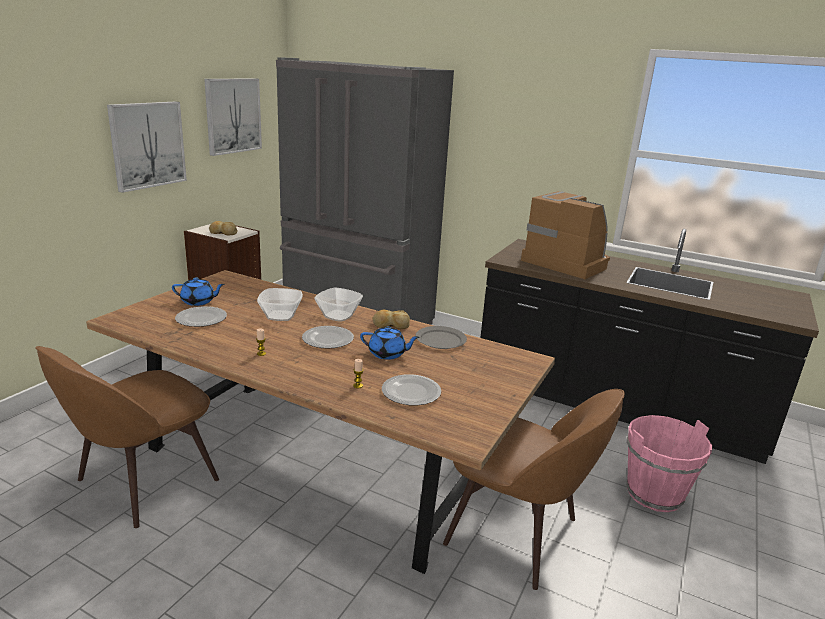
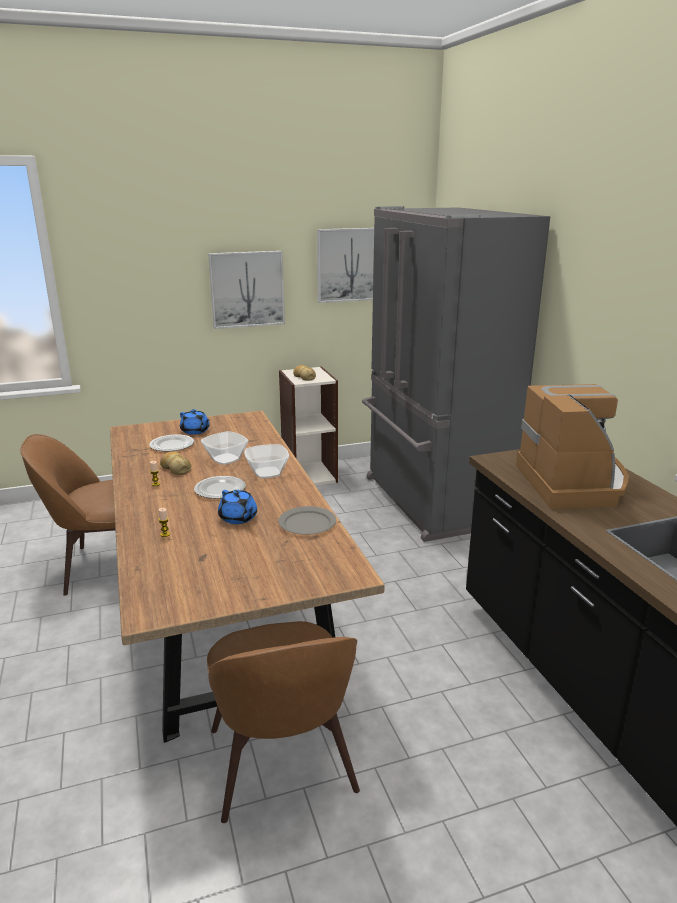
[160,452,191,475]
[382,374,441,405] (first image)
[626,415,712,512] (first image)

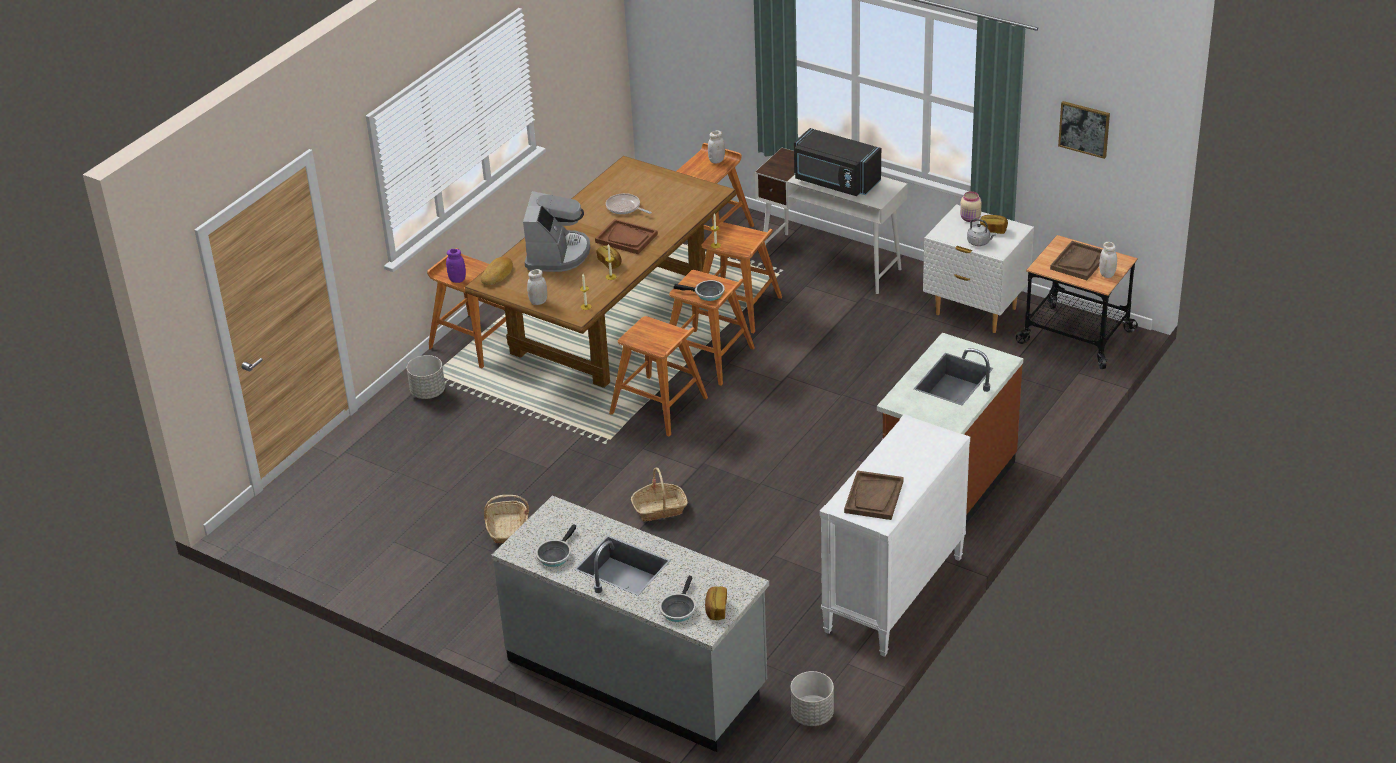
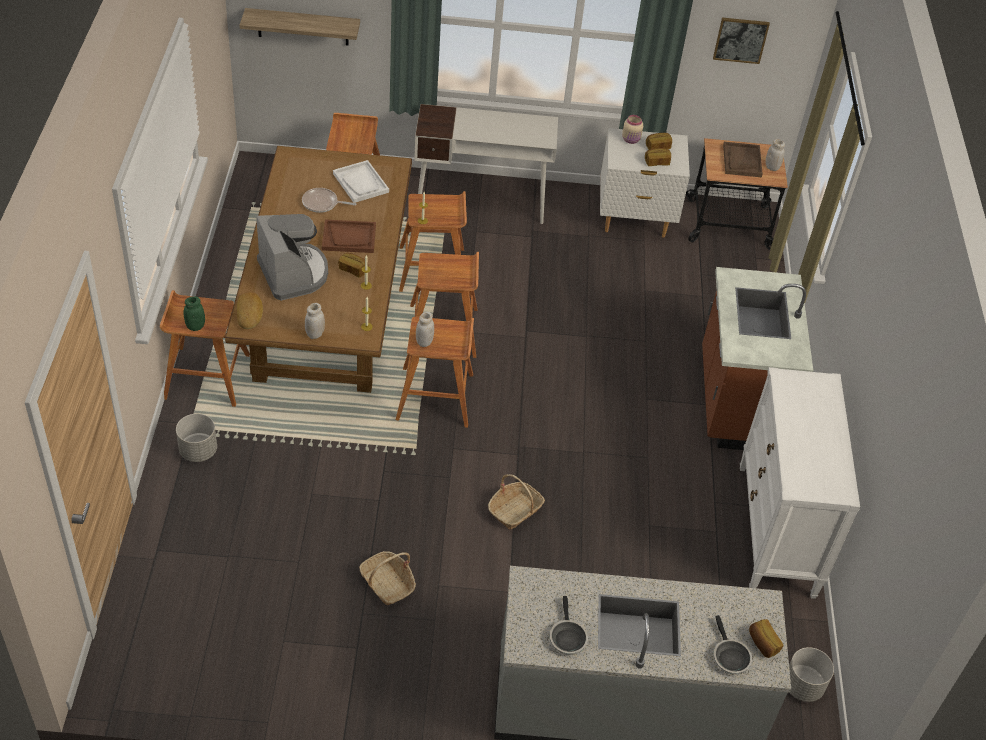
[794,128,881,196] (first image)
[416,312,434,347]
[645,148,671,166]
[184,296,205,331]
[674,280,725,301] (first image)
[844,470,904,520] (first image)
[239,8,360,46]
[333,160,389,203]

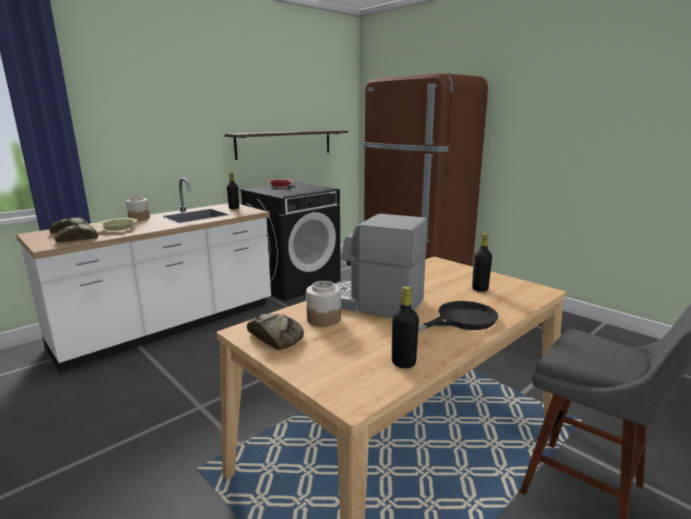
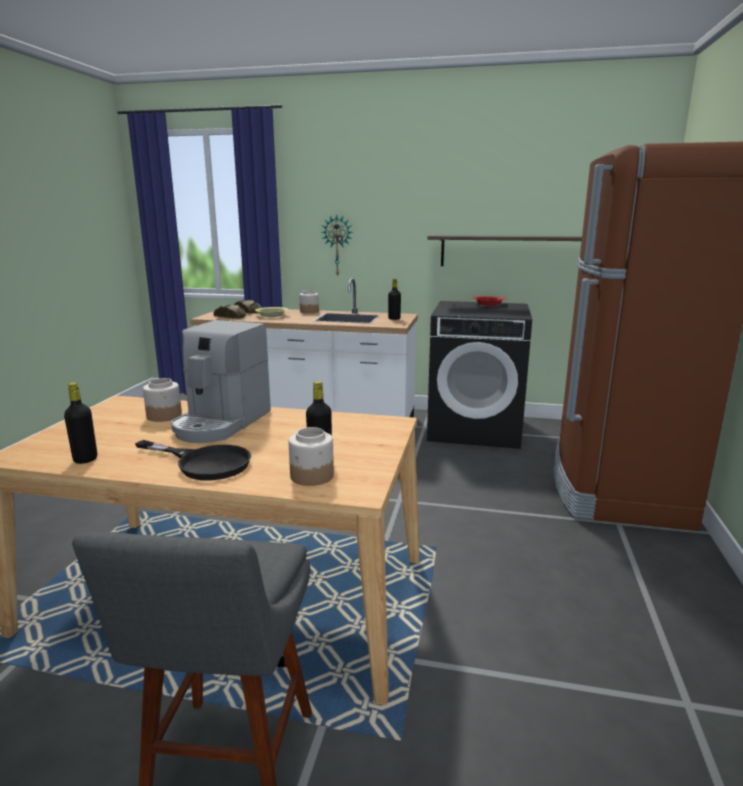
[171,320,271,443]
[247,314,304,350] (first image)
[322,214,353,277]
[289,427,334,486]

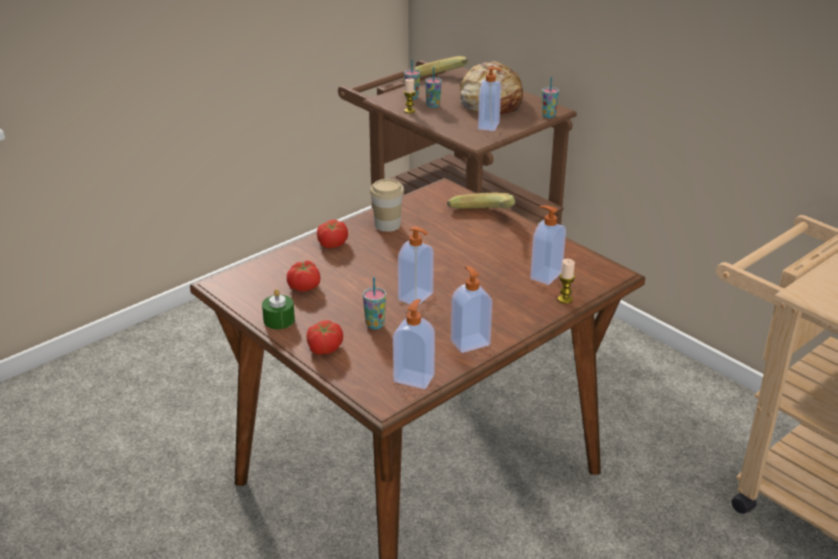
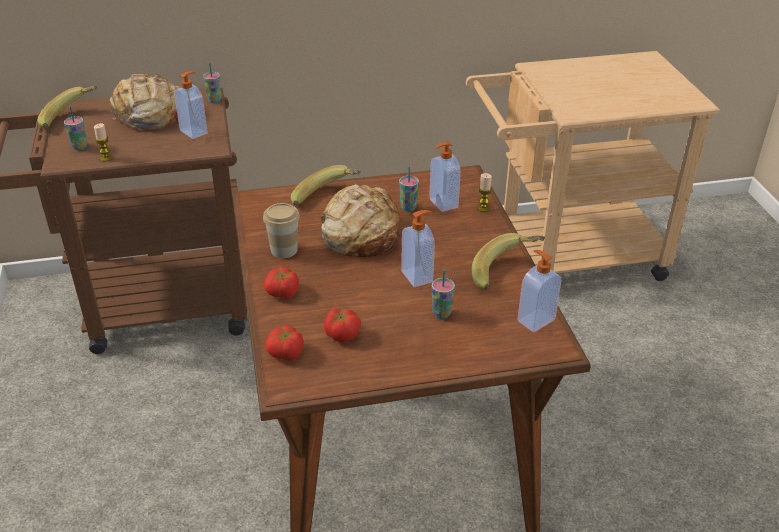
[399,167,419,211]
[472,233,545,290]
[262,289,295,329] (first image)
[265,325,304,361]
[321,184,400,257]

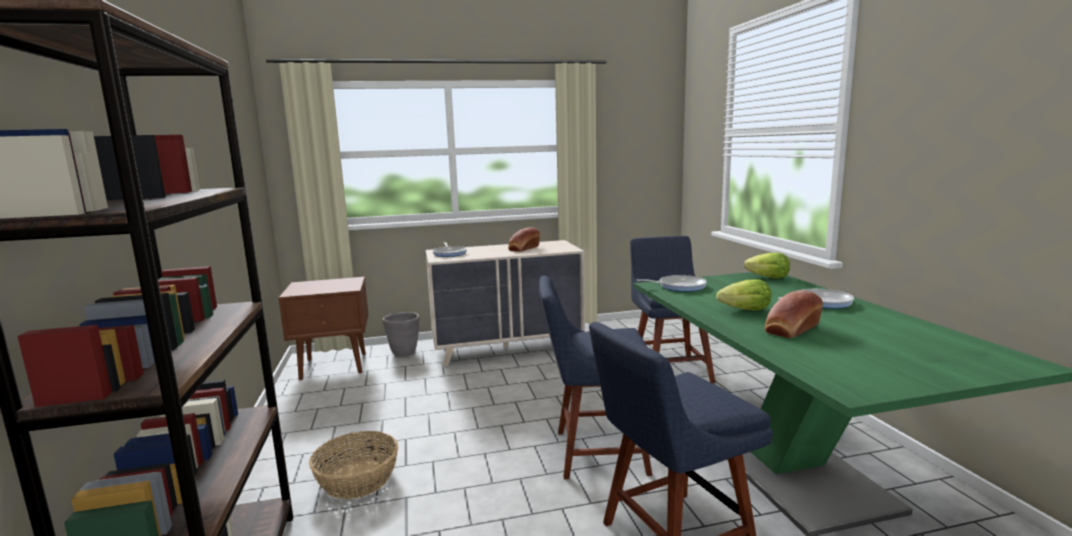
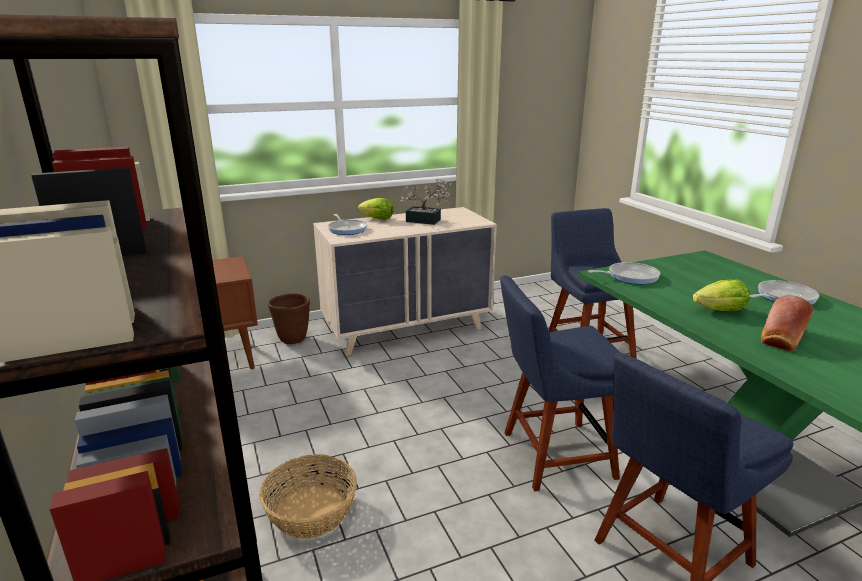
[399,179,451,225]
[358,198,393,220]
[268,293,310,344]

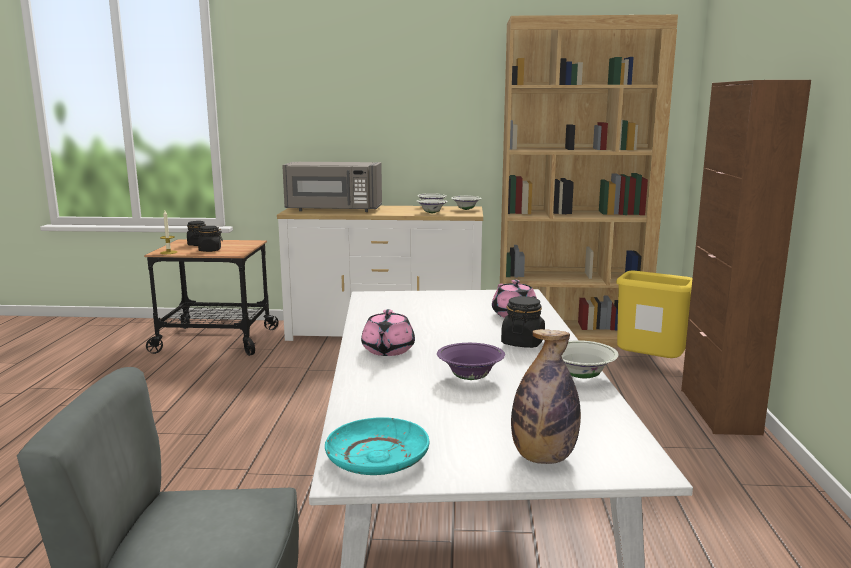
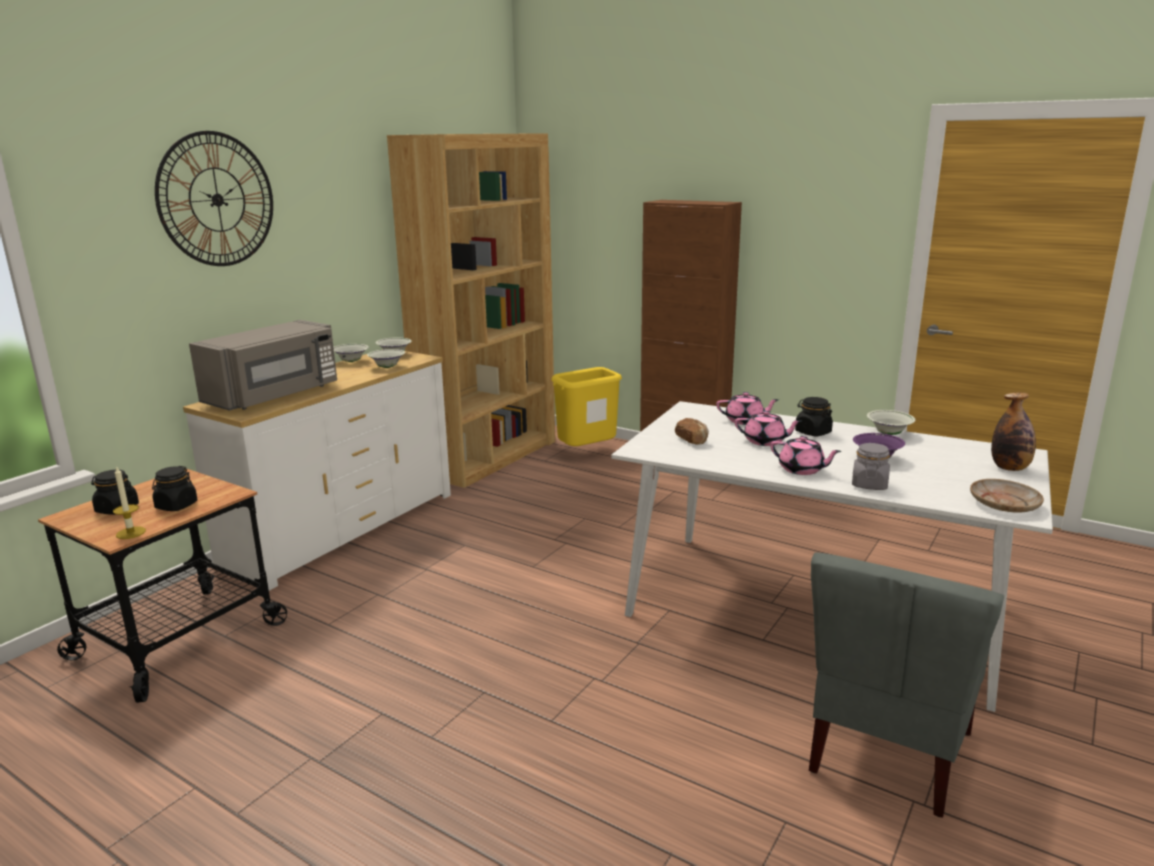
[970,479,1044,513]
[155,131,273,266]
[735,411,802,446]
[675,418,709,445]
[852,443,890,490]

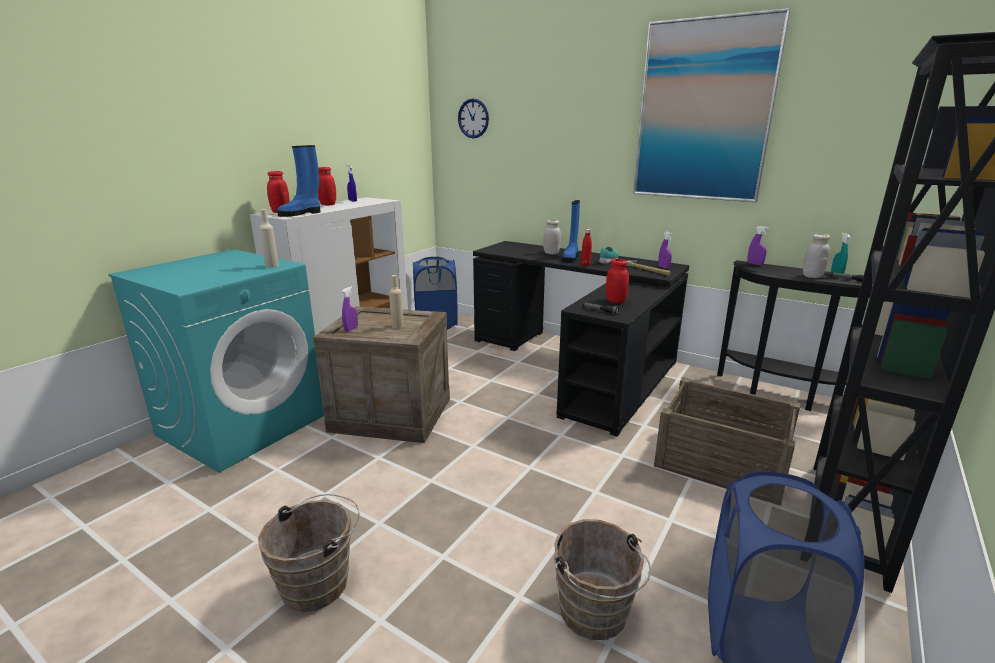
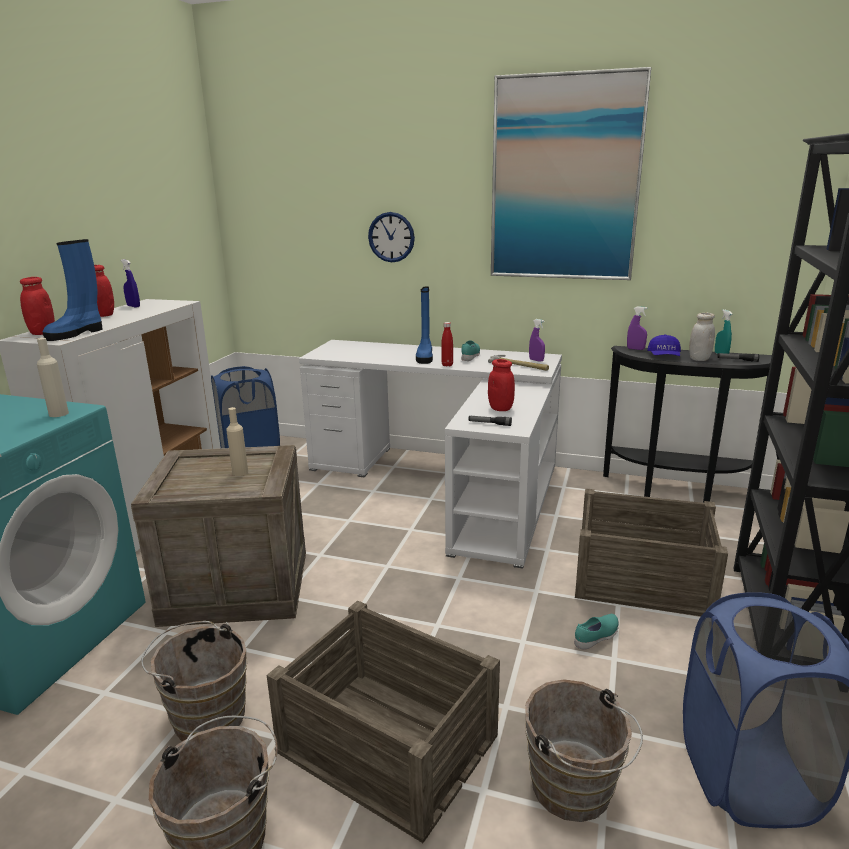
[368,212,415,262]
[543,220,561,254] (first image)
[299,340,562,569]
[342,286,358,332] (first image)
[647,334,681,356]
[267,600,500,843]
[574,614,619,649]
[141,621,247,741]

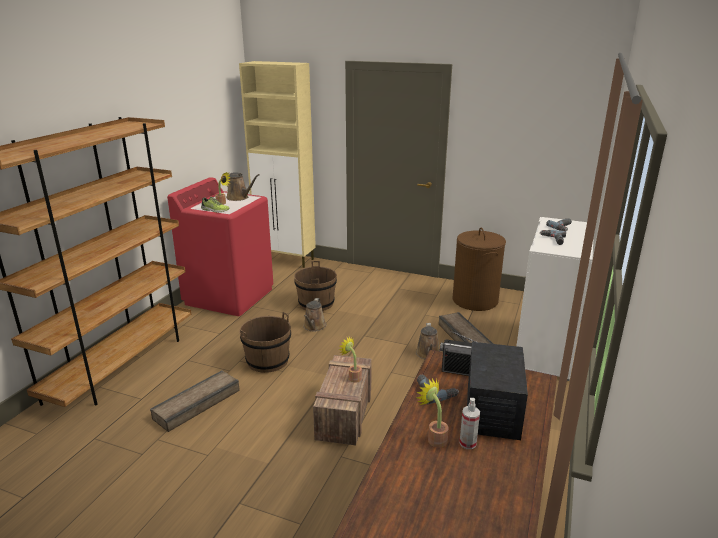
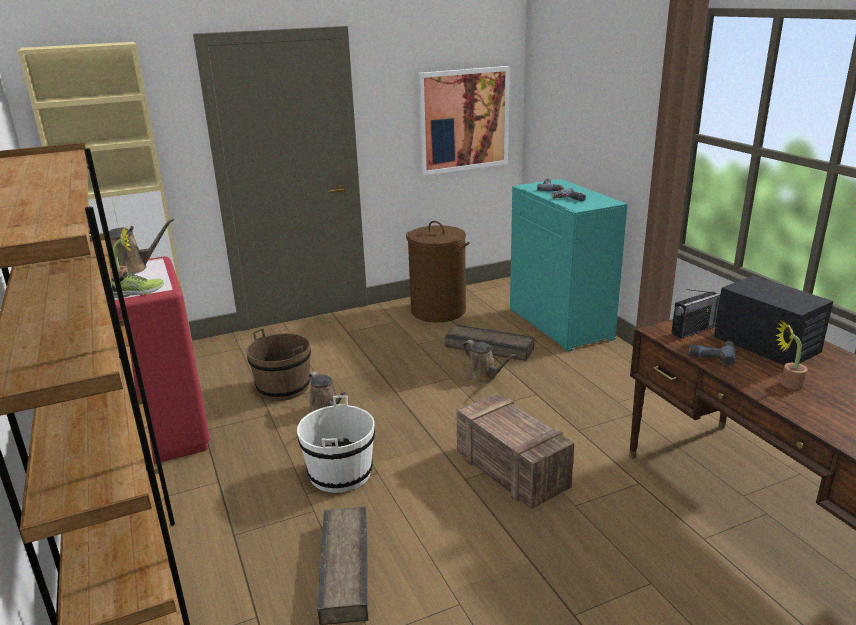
[510,179,628,352]
[297,396,375,493]
[339,337,362,383] (first image)
[459,398,480,449] (first image)
[418,66,510,176]

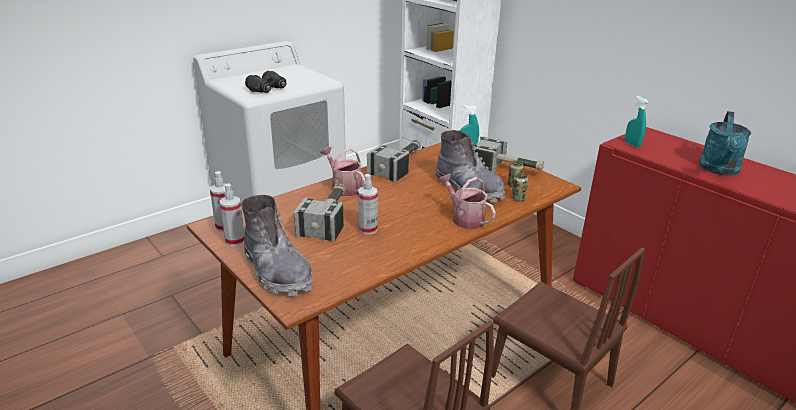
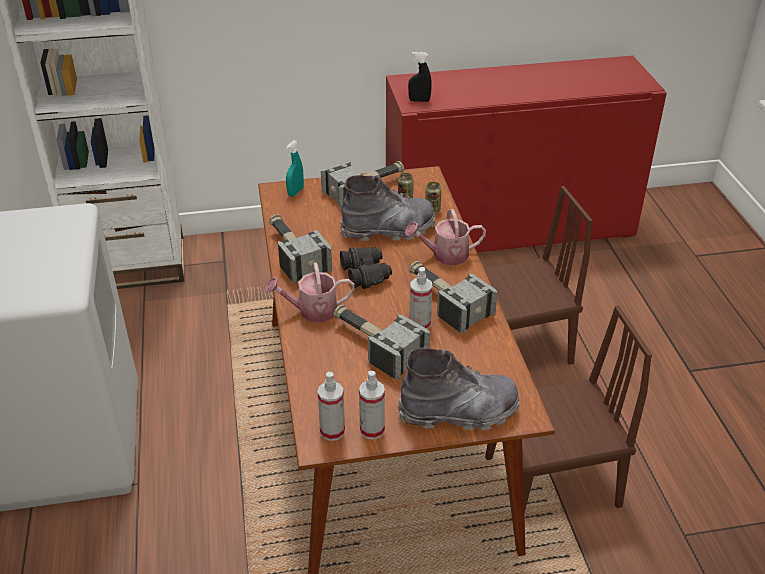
[340,247,392,289]
[408,52,432,102]
[699,111,751,175] (first image)
[409,261,498,334]

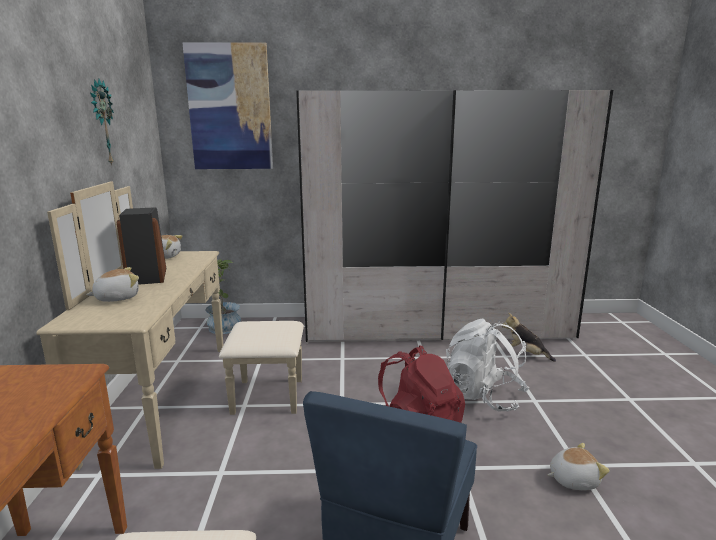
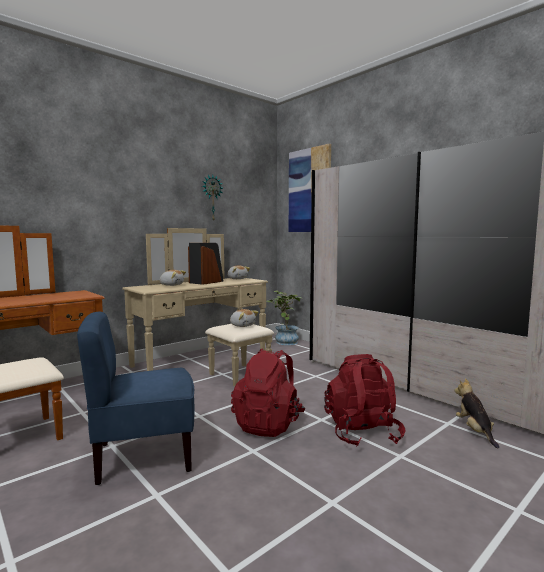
[324,354,405,447]
[230,309,259,327]

